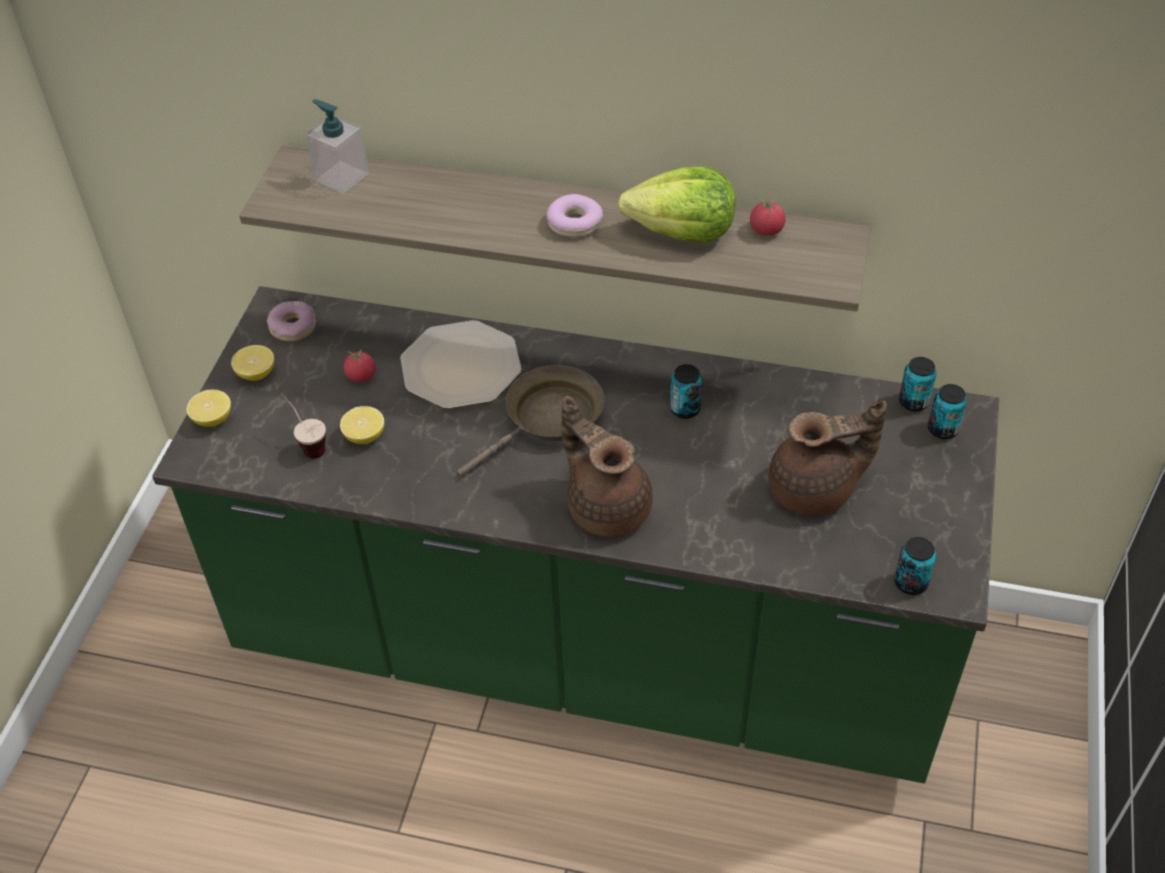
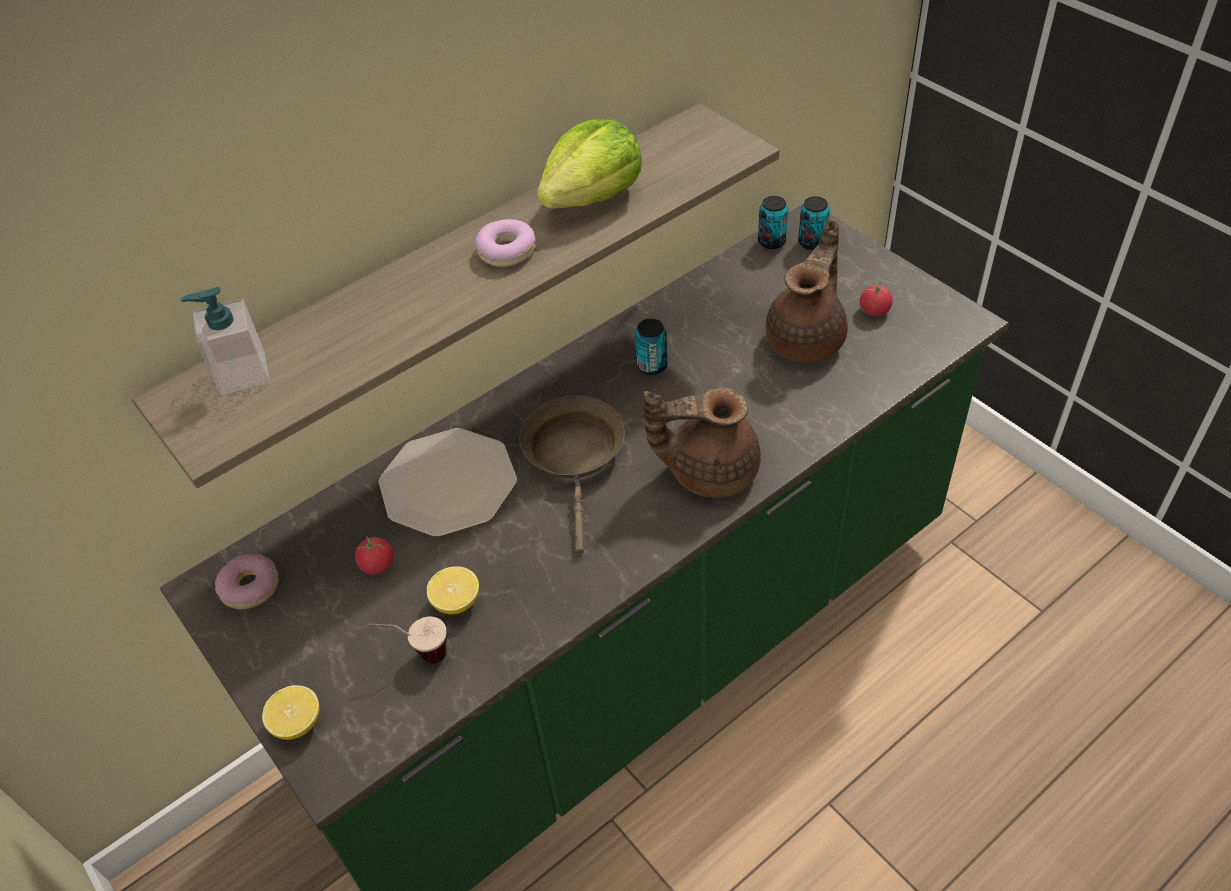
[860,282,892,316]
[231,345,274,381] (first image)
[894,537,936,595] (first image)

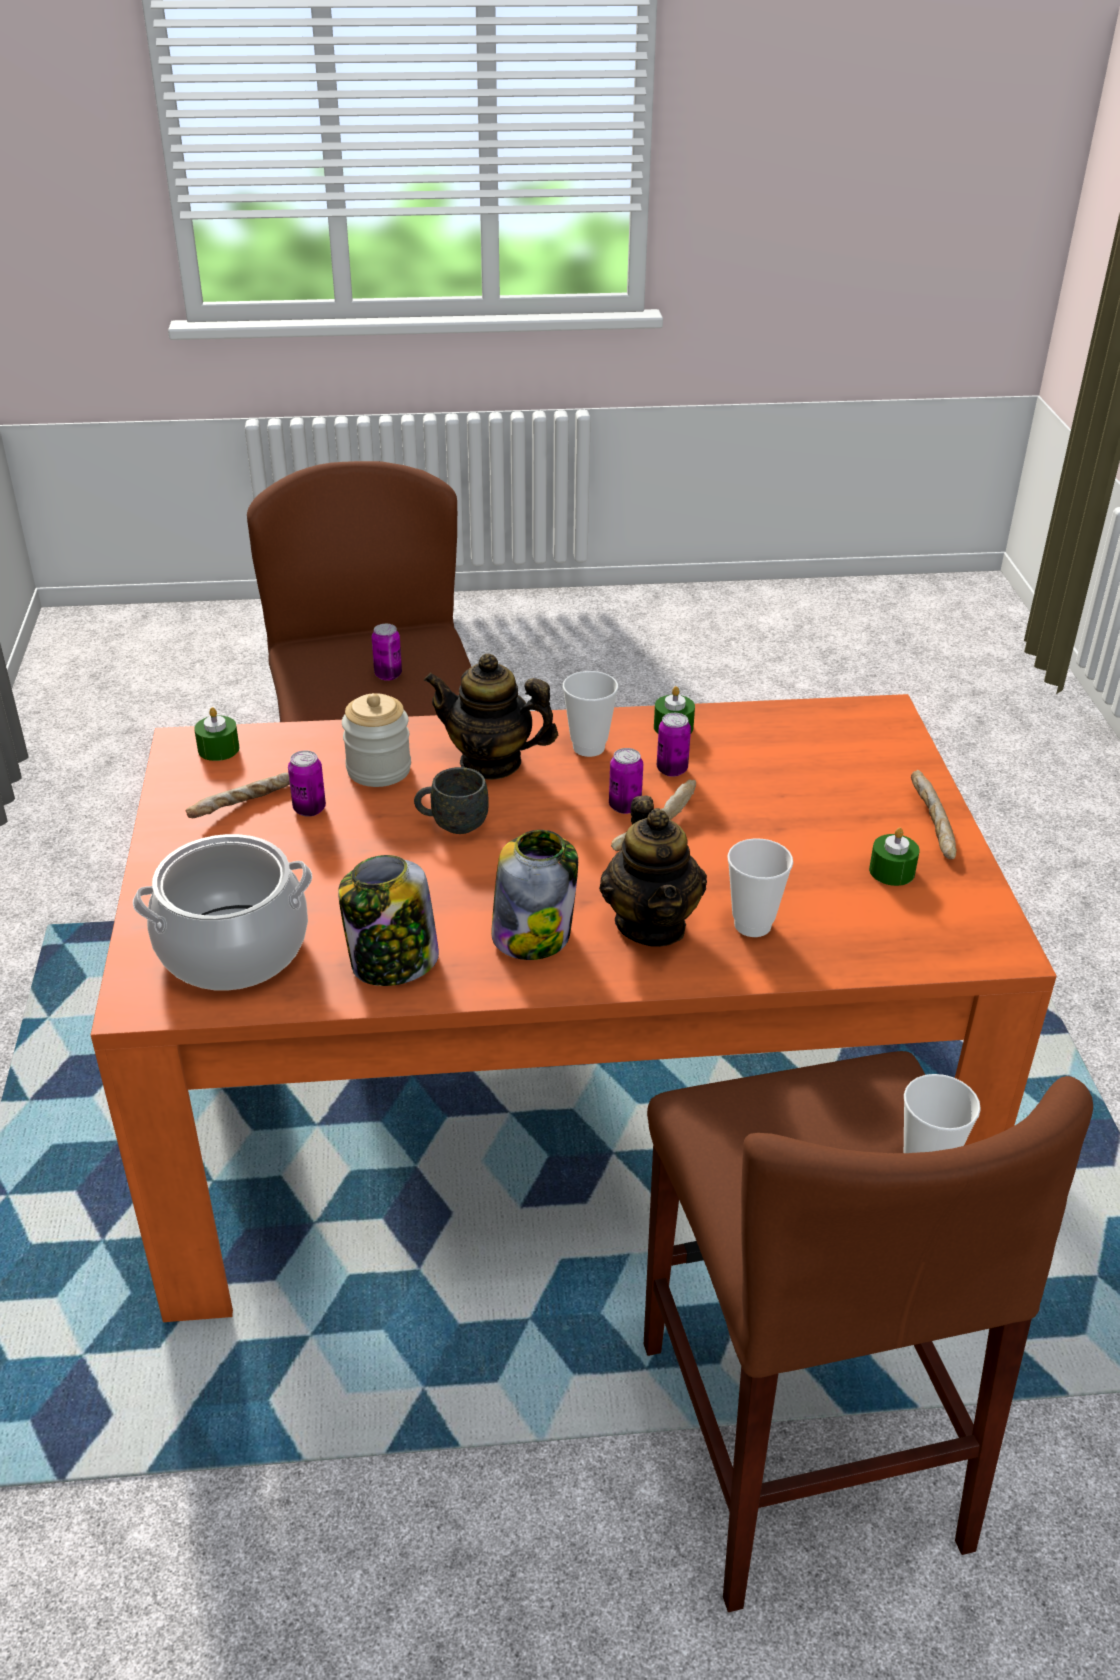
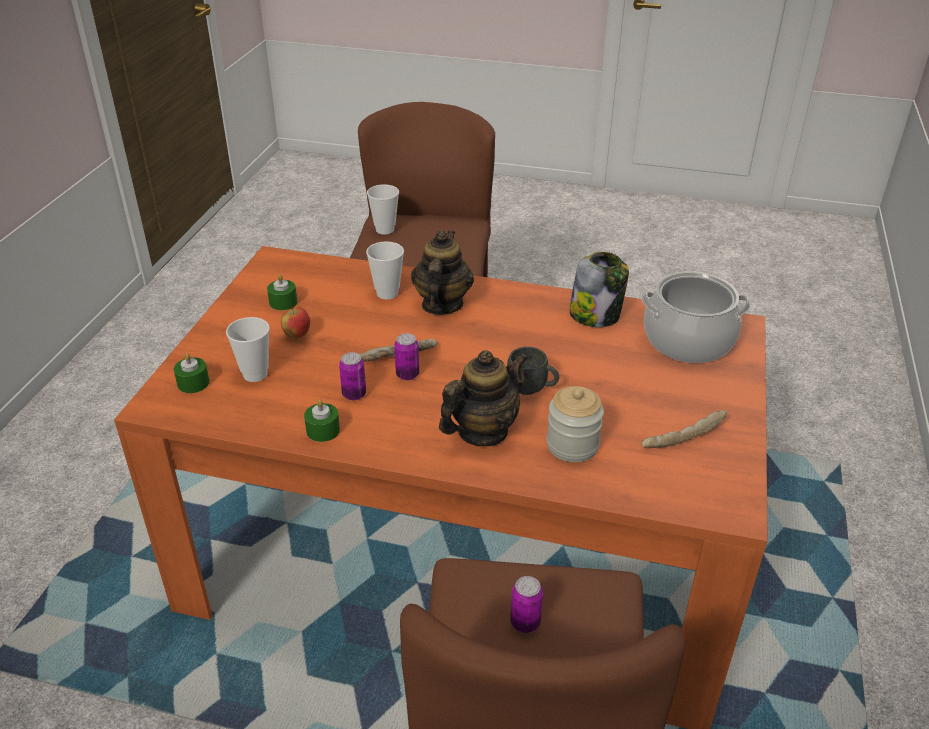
[439,350,528,446]
[226,317,270,382]
[174,353,209,393]
[288,750,326,817] (first image)
[911,770,956,860] (first image)
[491,830,578,960] (first image)
[281,306,310,339]

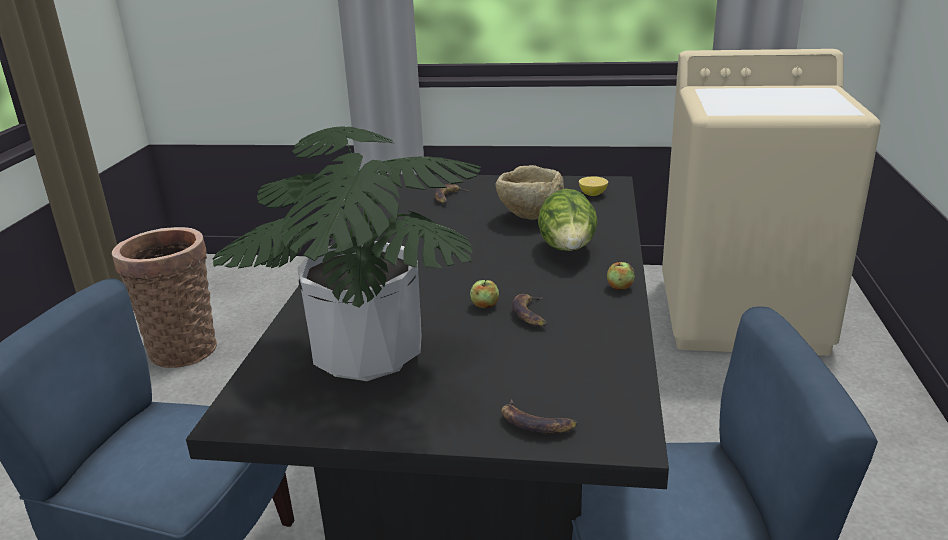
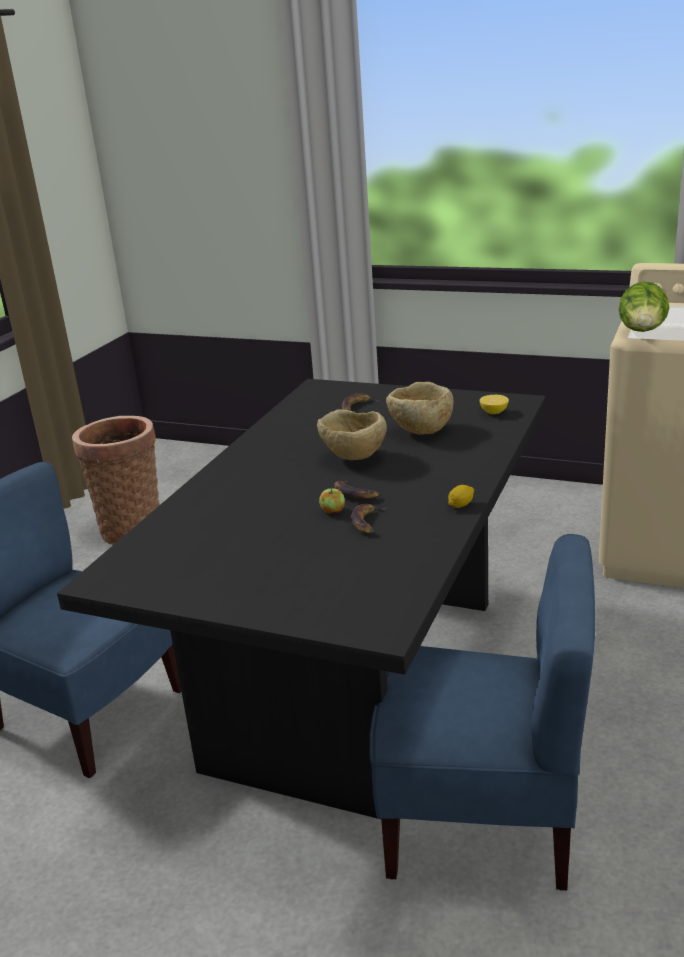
[213,127,481,381] (first image)
[619,281,669,332]
[448,485,474,508]
[334,480,380,499]
[317,410,387,460]

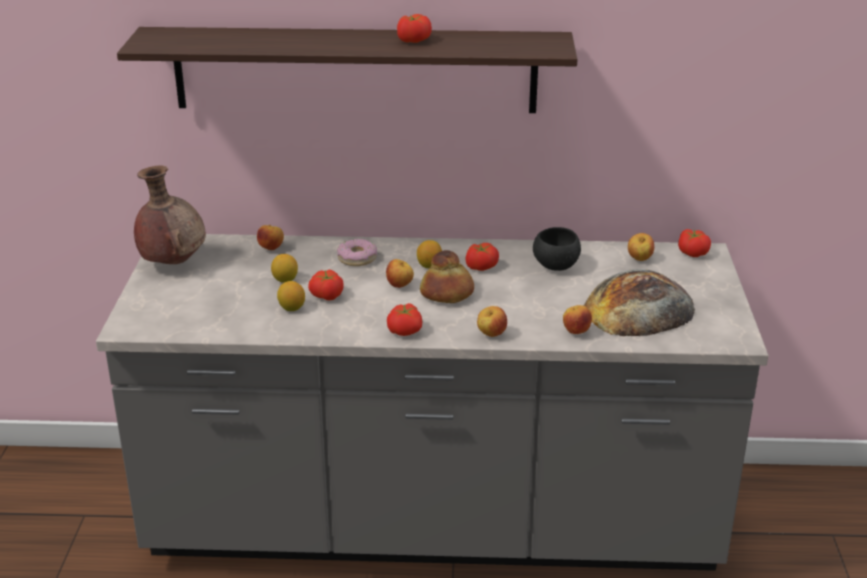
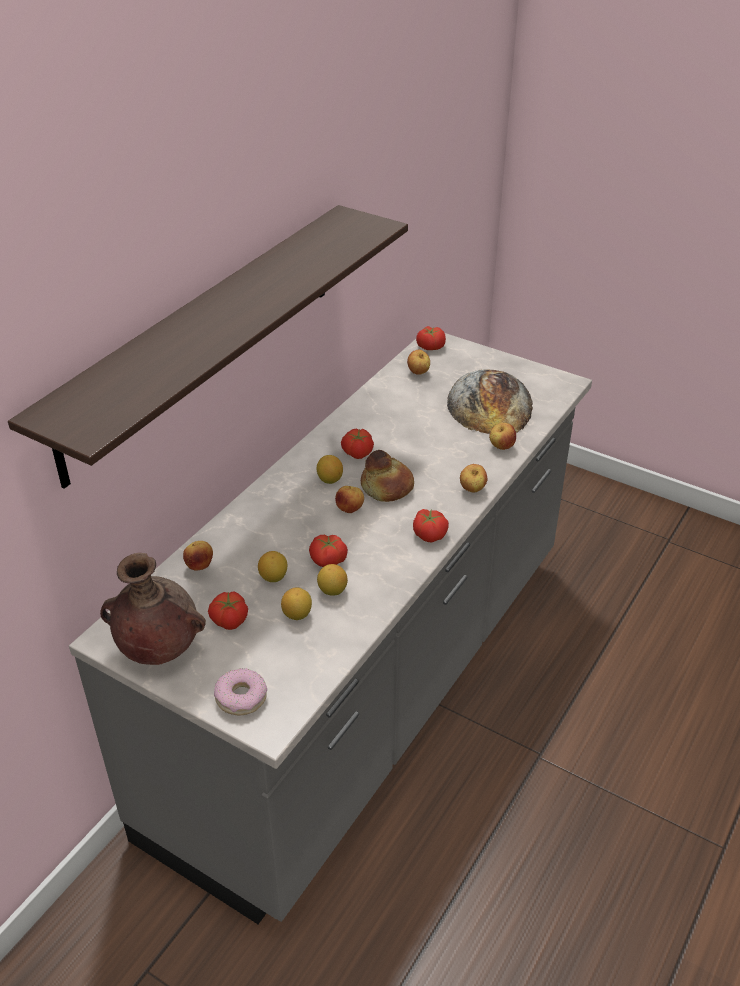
[208,591,248,630]
[533,227,581,271] (first image)
[214,668,267,715]
[281,588,312,620]

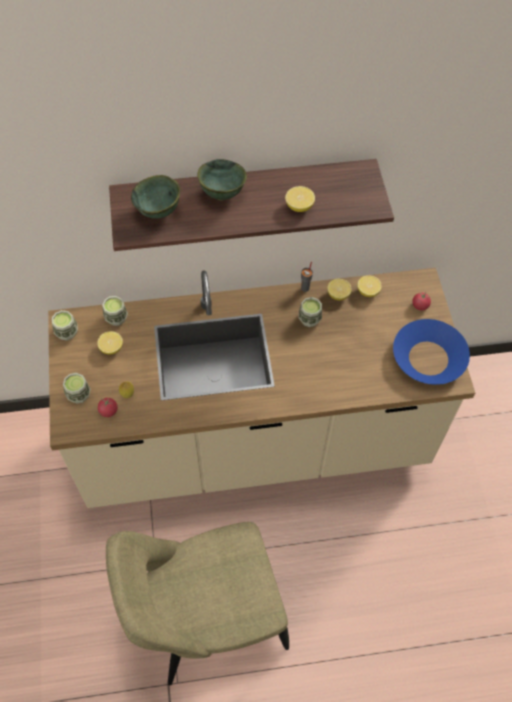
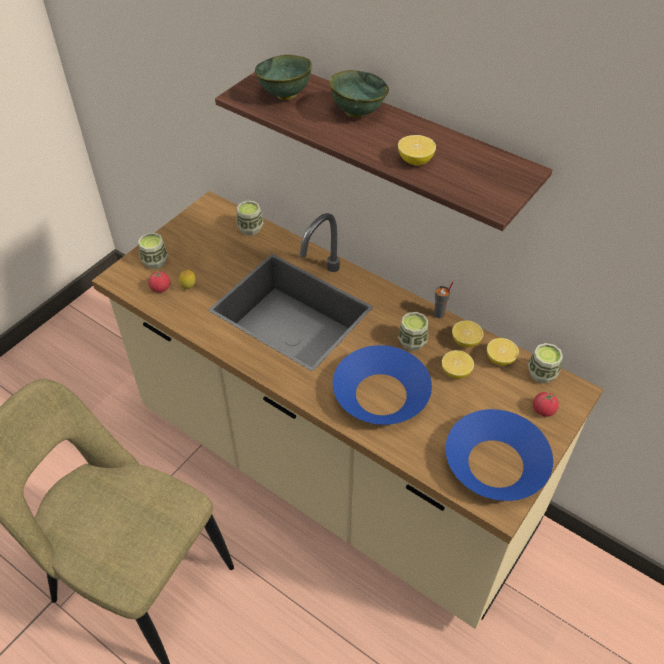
[528,343,563,383]
[442,350,474,379]
[333,345,432,425]

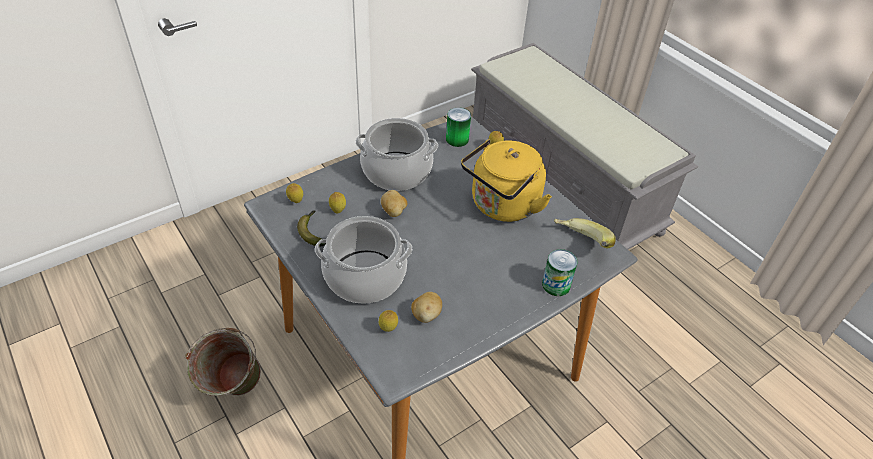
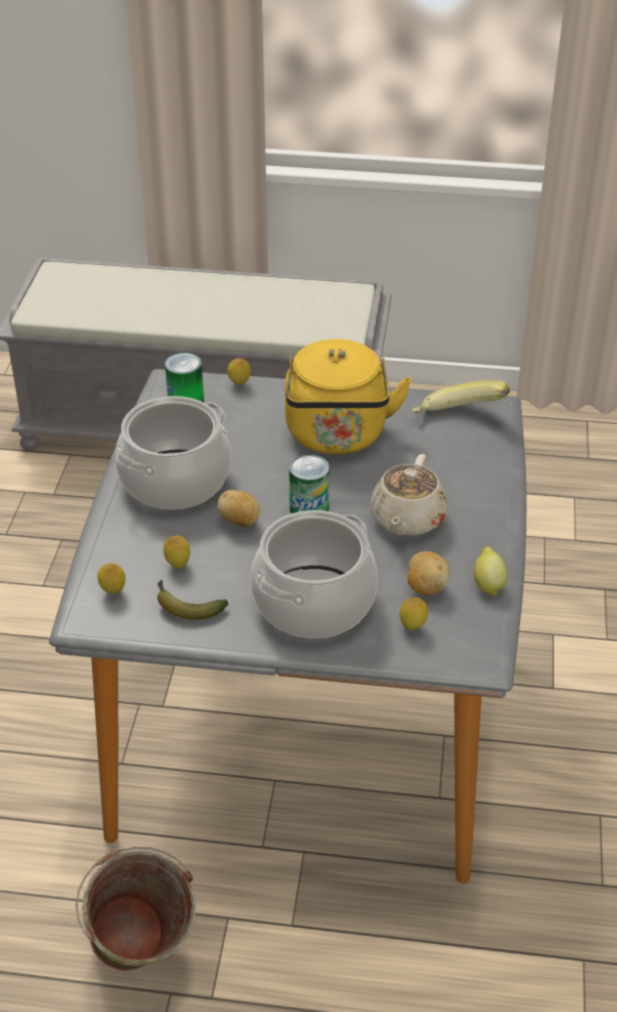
[289,455,330,514]
[370,454,447,536]
[473,546,508,596]

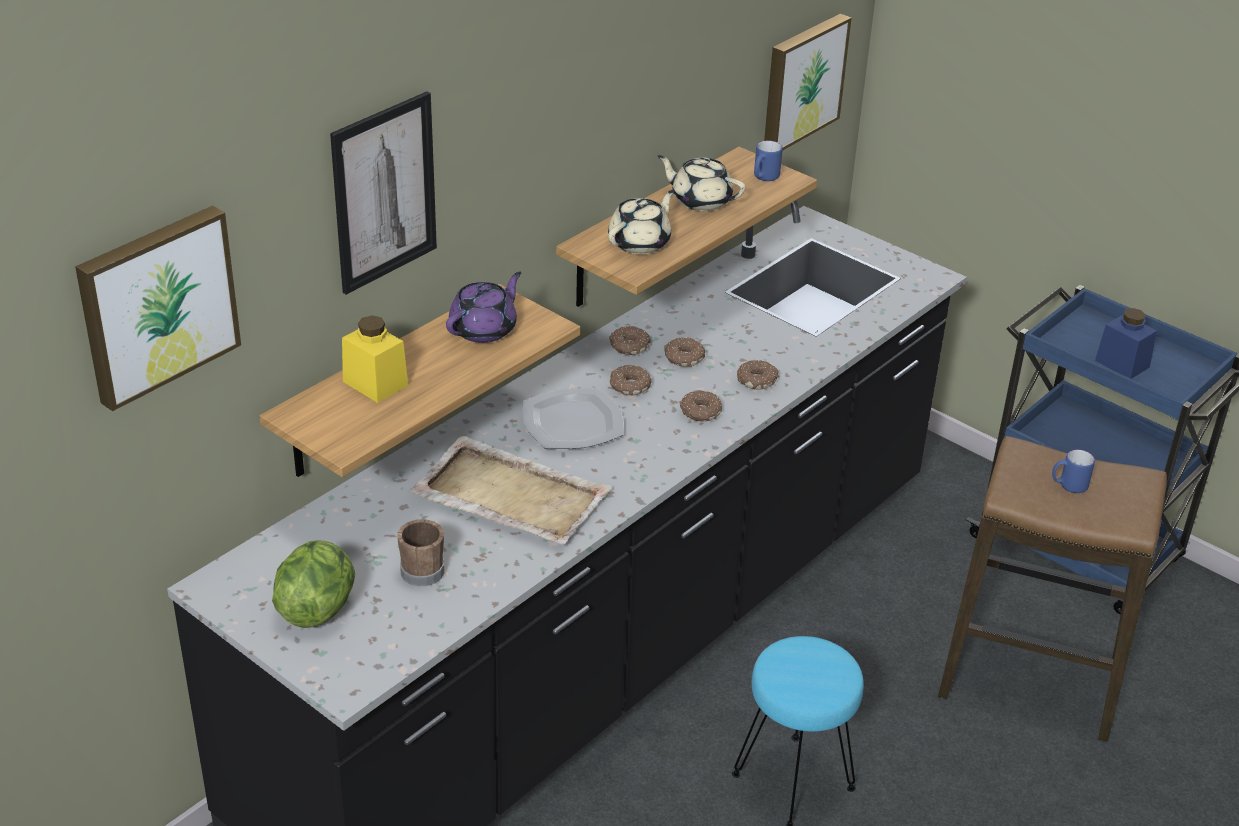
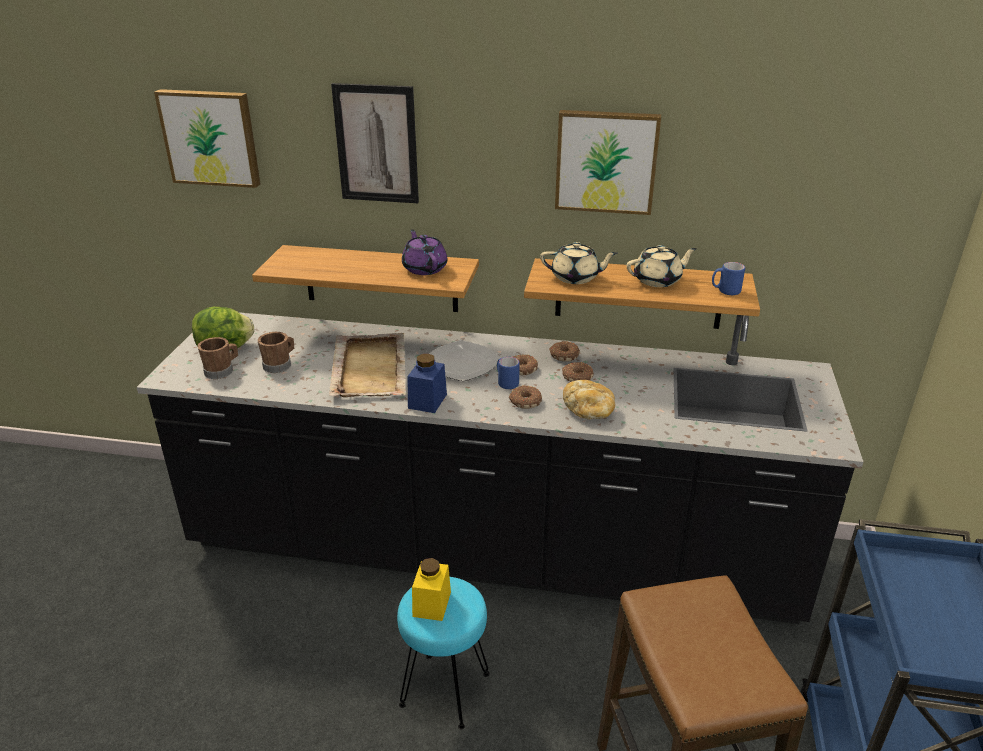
[555,110,661,215]
[626,245,697,287]
[402,229,447,275]
[407,354,447,413]
[412,558,451,621]
[563,380,615,420]
[497,357,520,389]
[197,337,238,379]

